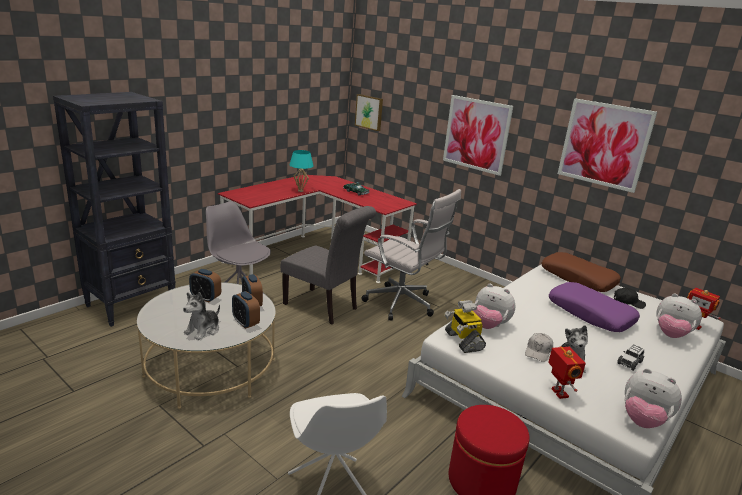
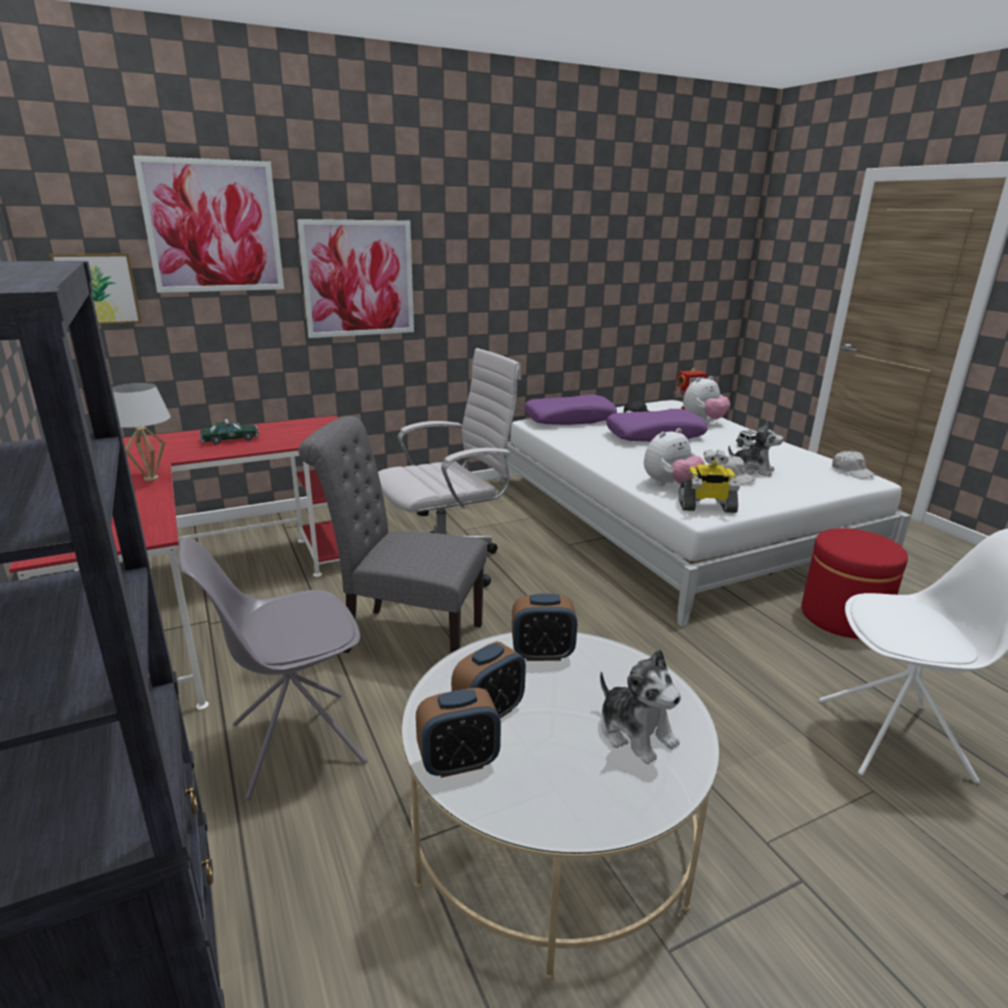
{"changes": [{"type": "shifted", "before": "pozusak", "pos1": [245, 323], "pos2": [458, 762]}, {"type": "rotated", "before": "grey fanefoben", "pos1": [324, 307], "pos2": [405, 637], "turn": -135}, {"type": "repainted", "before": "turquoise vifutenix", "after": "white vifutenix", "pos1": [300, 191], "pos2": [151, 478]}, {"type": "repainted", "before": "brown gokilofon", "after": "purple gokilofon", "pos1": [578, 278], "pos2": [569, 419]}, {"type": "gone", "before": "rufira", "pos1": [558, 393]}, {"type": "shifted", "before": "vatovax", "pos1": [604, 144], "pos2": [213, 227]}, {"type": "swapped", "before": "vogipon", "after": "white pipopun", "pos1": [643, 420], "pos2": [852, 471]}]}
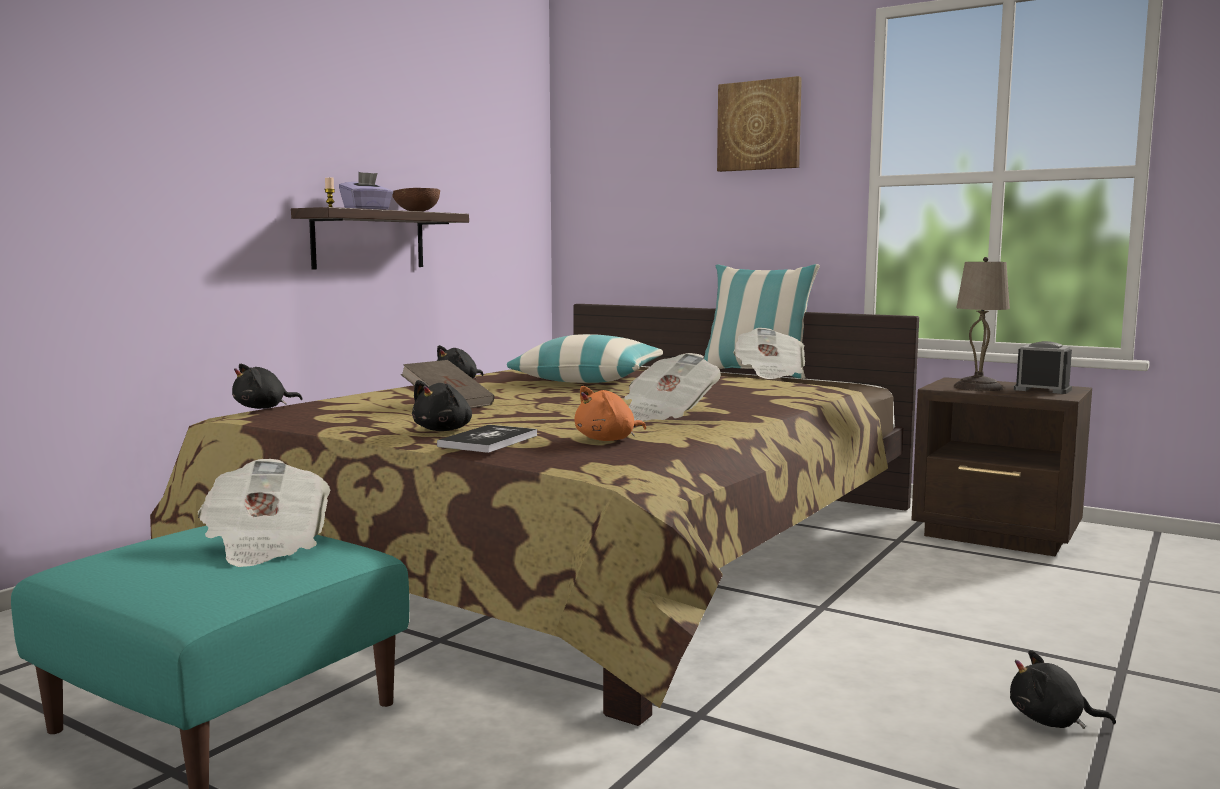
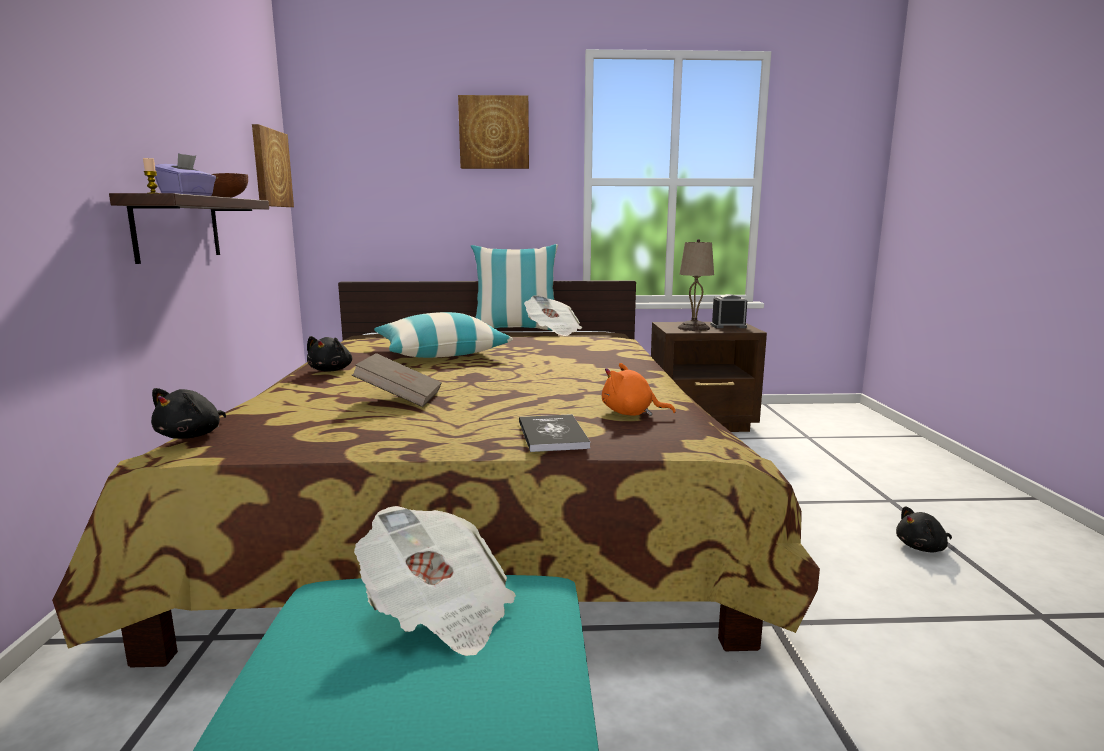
{"changes": [{"type": "gone", "before": "black vogipon", "pos1": [445, 430]}, {"type": "rotated", "before": "orange vogipon", "pos1": [608, 440], "pos2": [631, 413], "turn": 90}, {"type": "gone", "before": "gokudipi", "pos1": [666, 415]}, {"type": "new", "after": "vatovax", "pos2": [270, 168]}]}
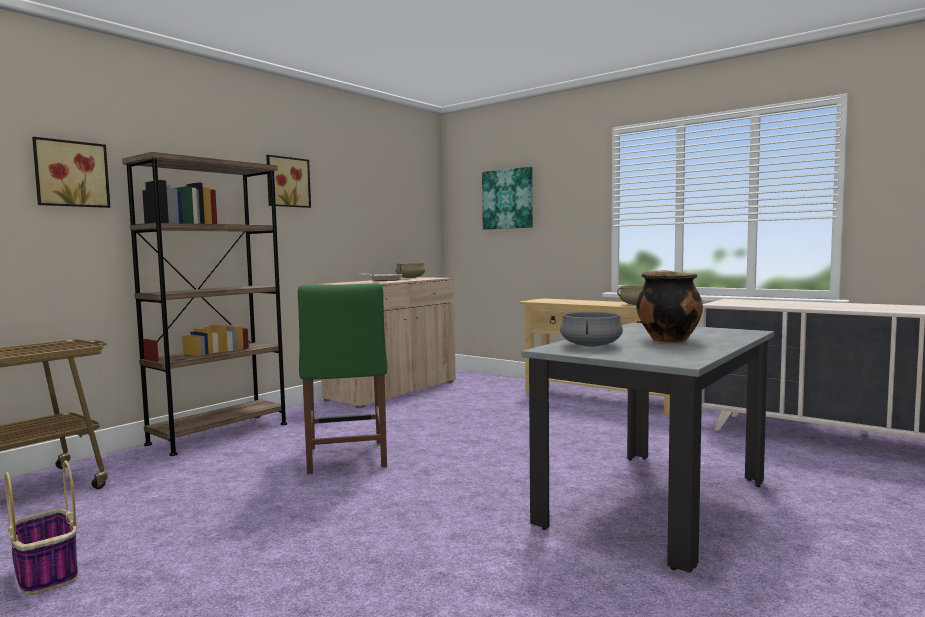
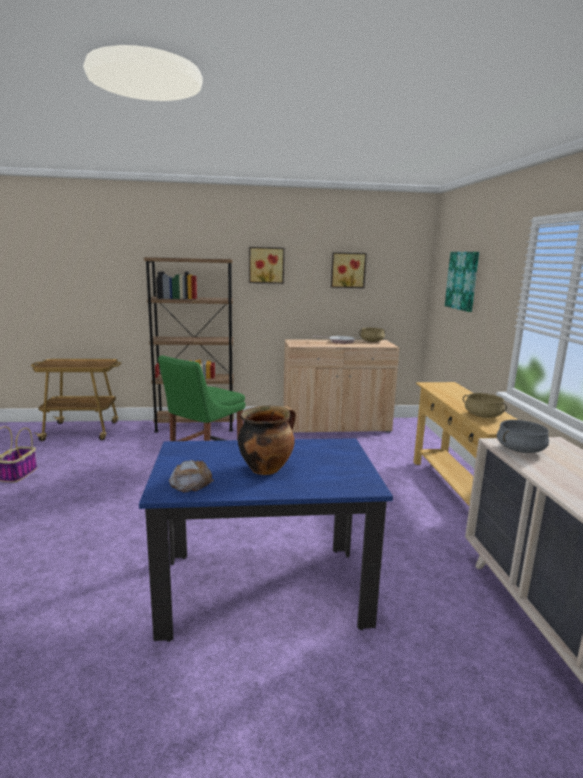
{"changes": [{"type": "shifted", "before": "vatovax", "pos1": [71, 174], "pos2": [348, 270]}, {"type": "repainted", "before": "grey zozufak", "after": "blue zozufak", "pos1": [655, 502], "pos2": [263, 590]}, {"type": "shifted", "before": "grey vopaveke", "pos1": [590, 345], "pos2": [520, 449]}, {"type": "new", "after": "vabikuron", "pos2": [191, 482]}]}
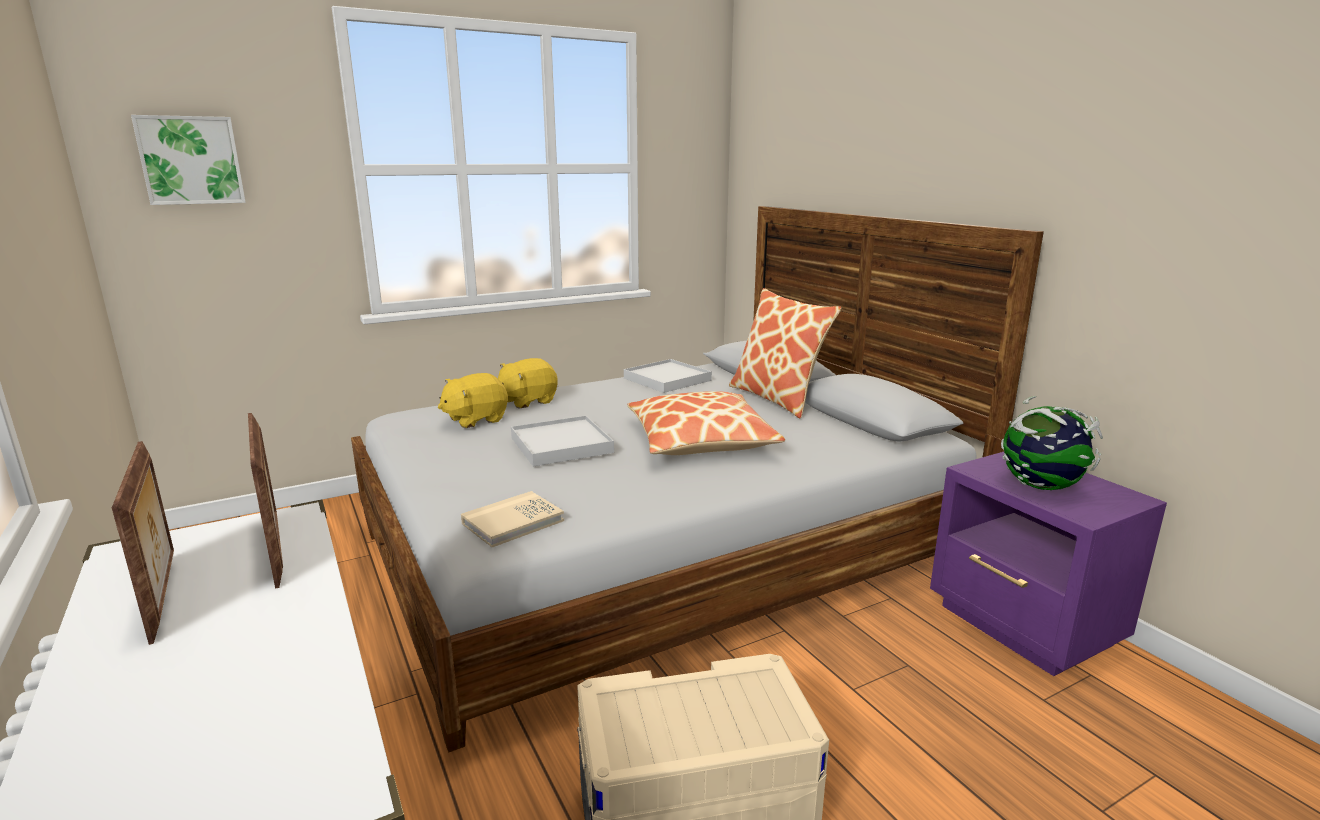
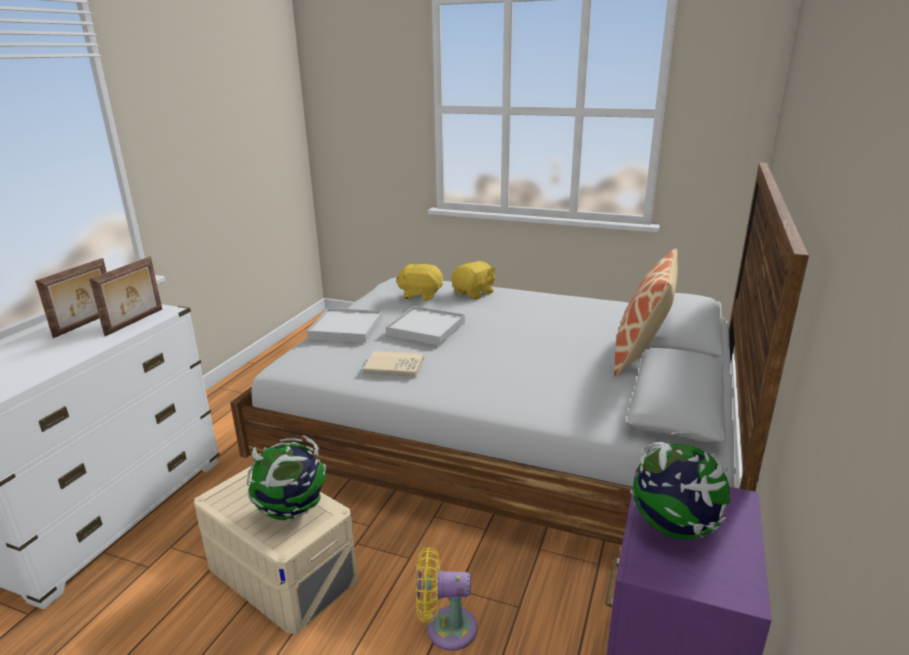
{"changes": [{"type": "gone", "before": "vatovax", "pos1": [191, 160]}, {"type": "shifted", "before": "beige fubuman", "pos1": [513, 522], "pos2": [394, 367]}, {"type": "rotated", "before": "yellow vogipon", "pos1": [527, 401], "pos2": [474, 293], "turn": 120}, {"type": "shifted", "before": "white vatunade", "pos1": [667, 379], "pos2": [346, 328]}, {"type": "gone", "before": "gokilofon", "pos1": [700, 440]}, {"type": "new", "after": "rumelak", "pos2": [292, 510]}, {"type": "new", "after": "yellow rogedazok", "pos2": [445, 628]}]}
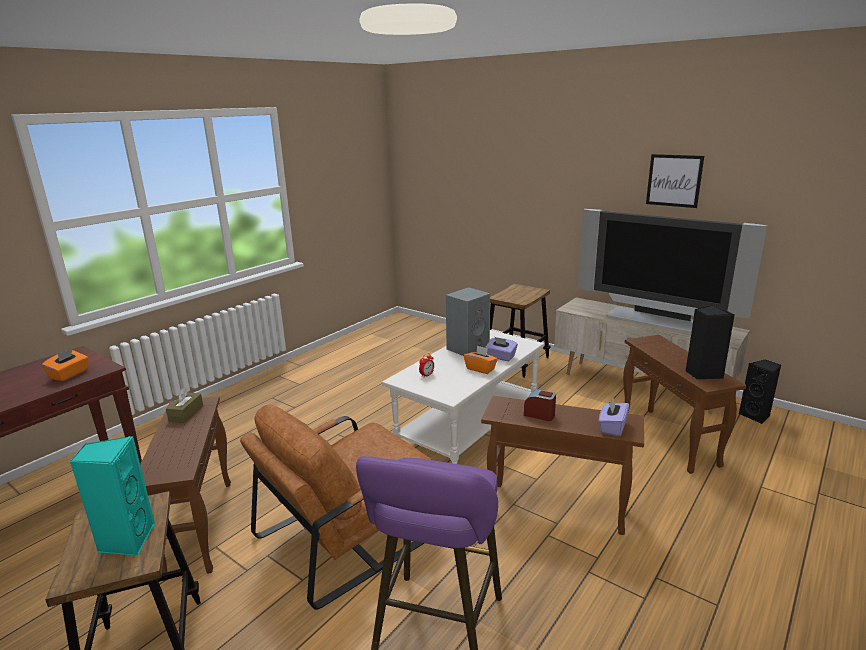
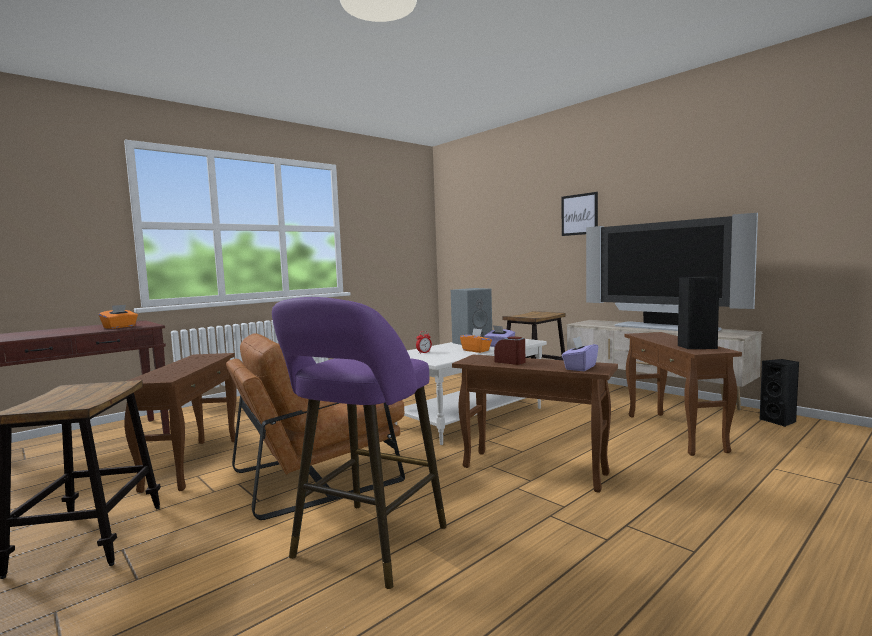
{"changes": [{"type": "gone", "before": "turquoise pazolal", "pos1": [126, 540]}, {"type": "gone", "before": "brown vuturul", "pos1": [186, 413]}, {"type": "shifted", "before": "vatovax", "pos1": [674, 180], "pos2": [579, 214]}]}
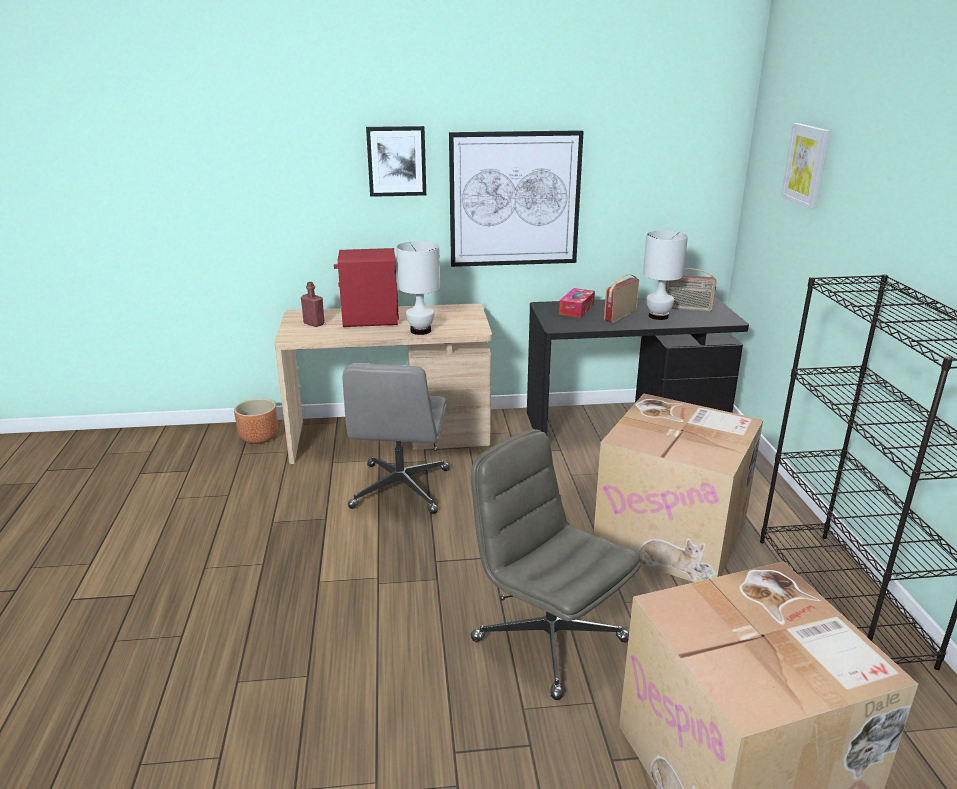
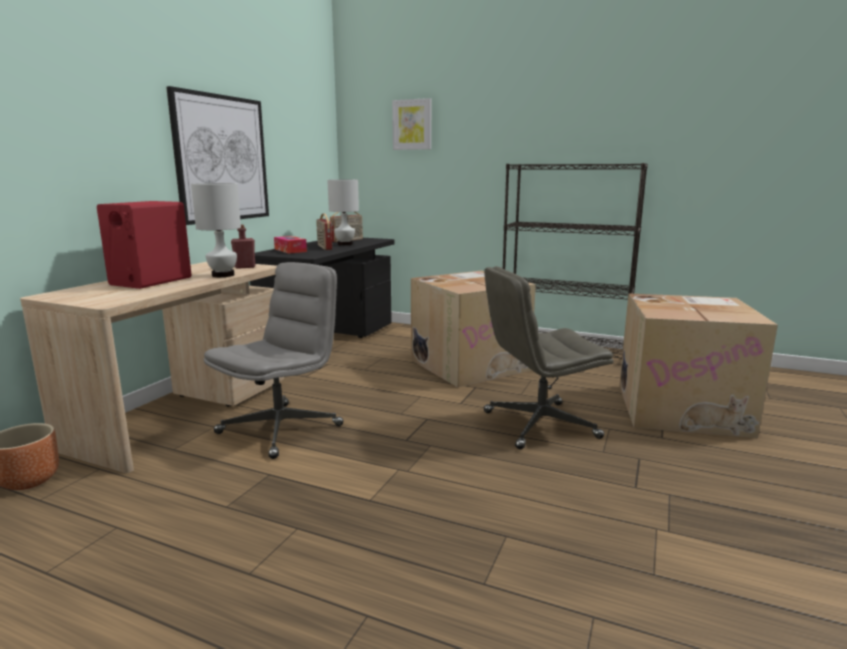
{"changes": [{"type": "shifted", "before": "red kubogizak", "pos1": [314, 324], "pos2": [245, 267]}, {"type": "rotated", "before": "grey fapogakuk", "pos1": [400, 489], "pos2": [281, 428], "turn": -90}, {"type": "gone", "before": "vatovax", "pos1": [396, 161]}]}
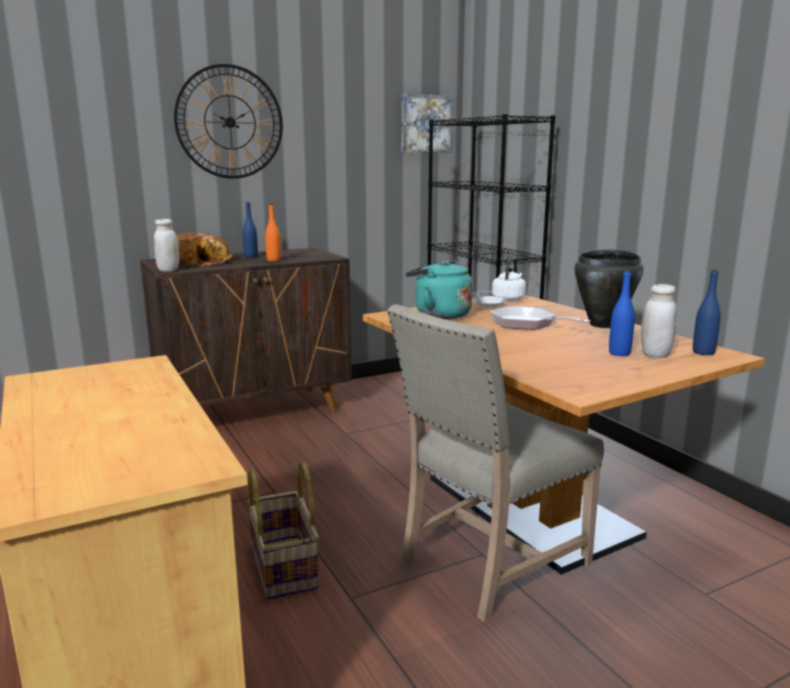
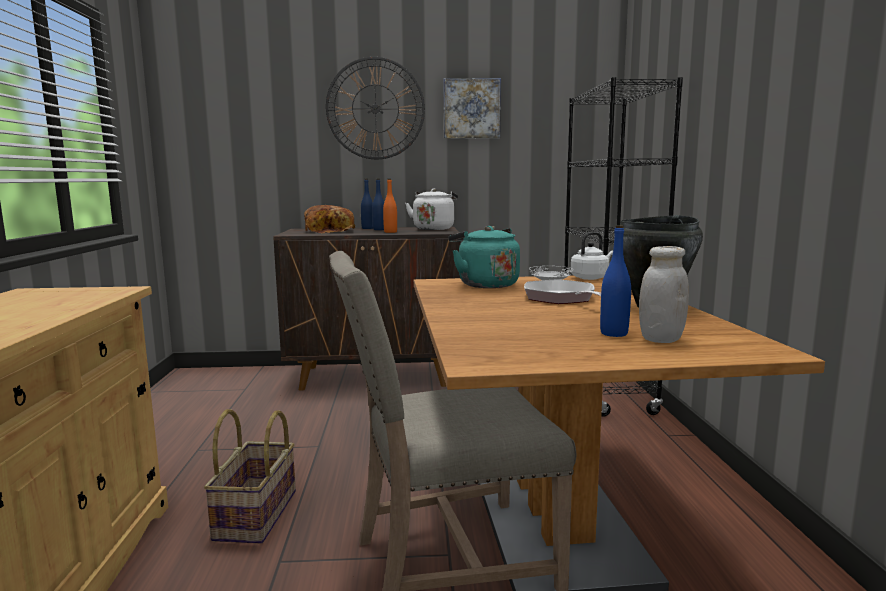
{"changes": [{"type": "gone", "before": "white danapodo", "pos1": [168, 270]}, {"type": "shifted", "before": "vatovax", "pos1": [425, 124], "pos2": [471, 108]}, {"type": "shifted", "before": "blue kubogizak", "pos1": [703, 352], "pos2": [367, 228]}, {"type": "new", "after": "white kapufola", "pos2": [434, 228]}]}
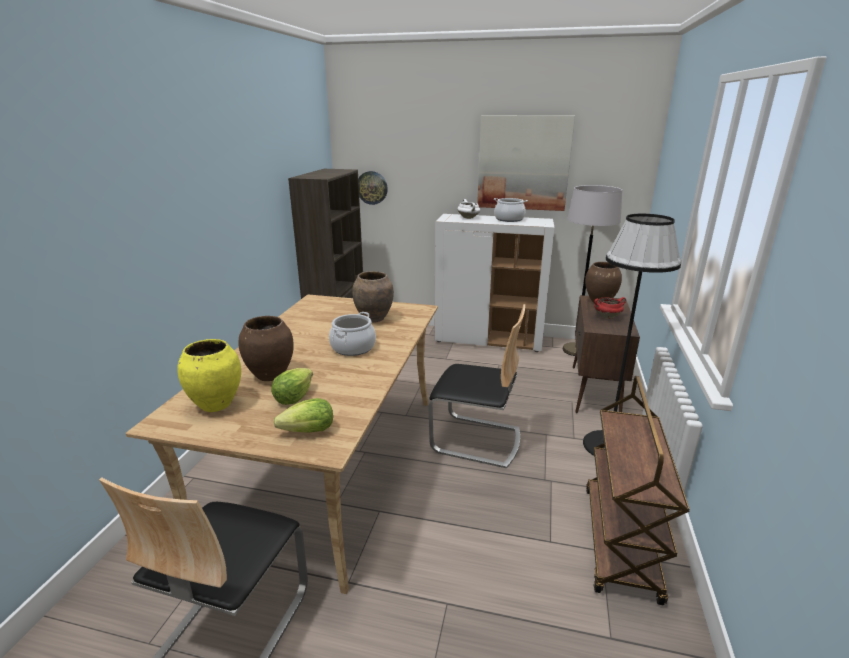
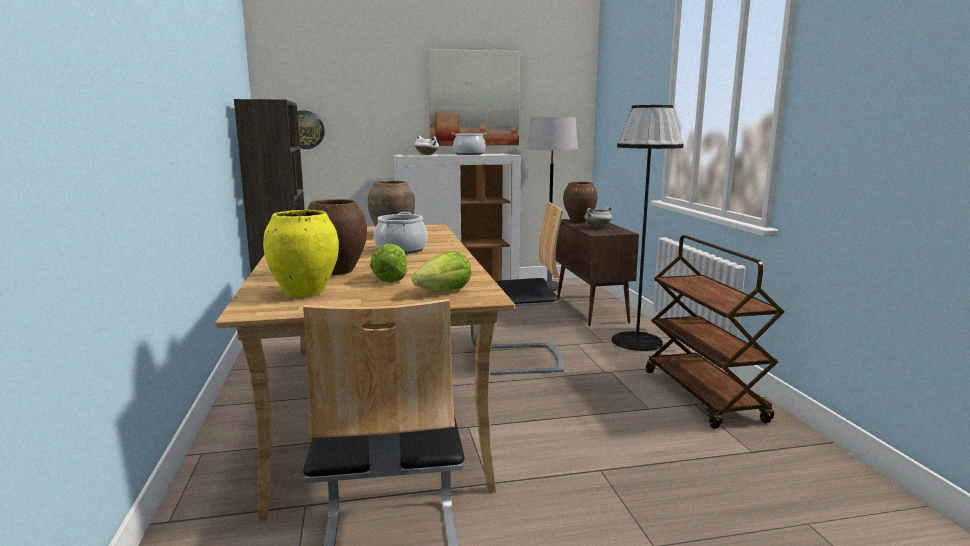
{"changes": [{"type": "repainted", "before": "red vopaveke", "after": "white vopaveke", "pos1": [607, 317], "pos2": [597, 227]}]}
